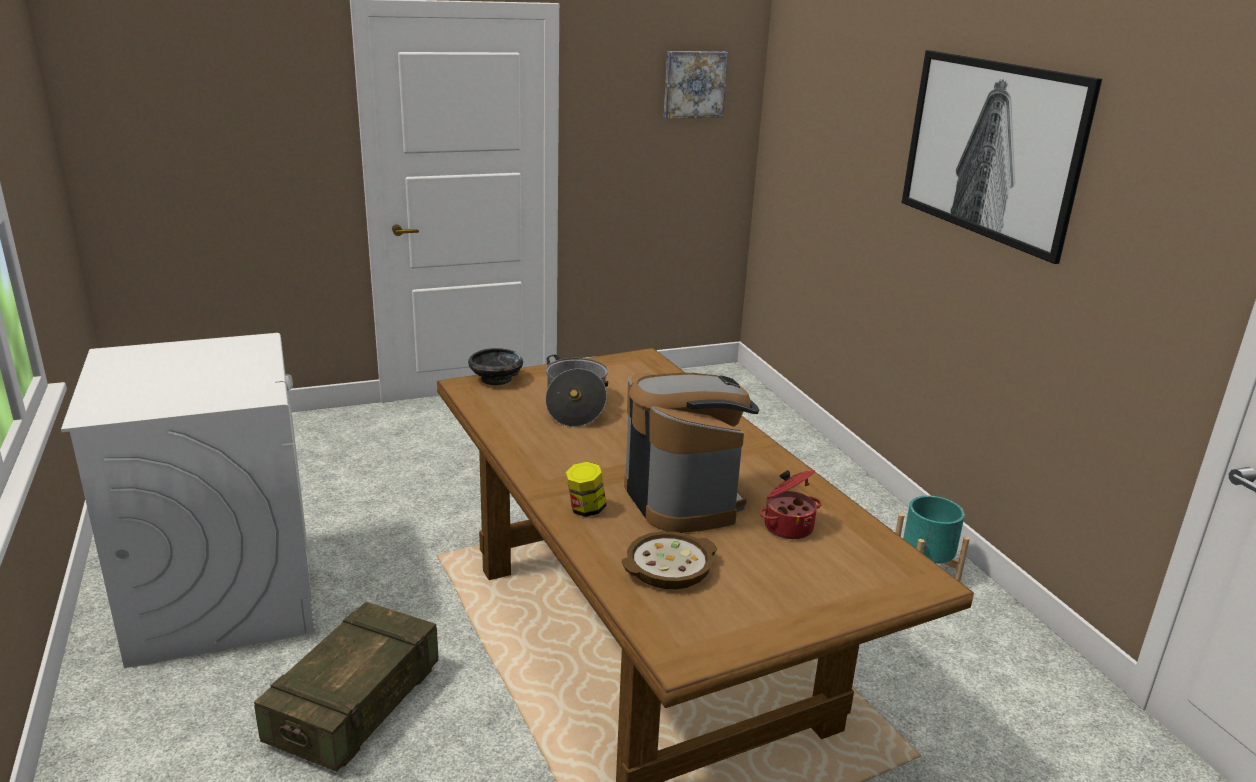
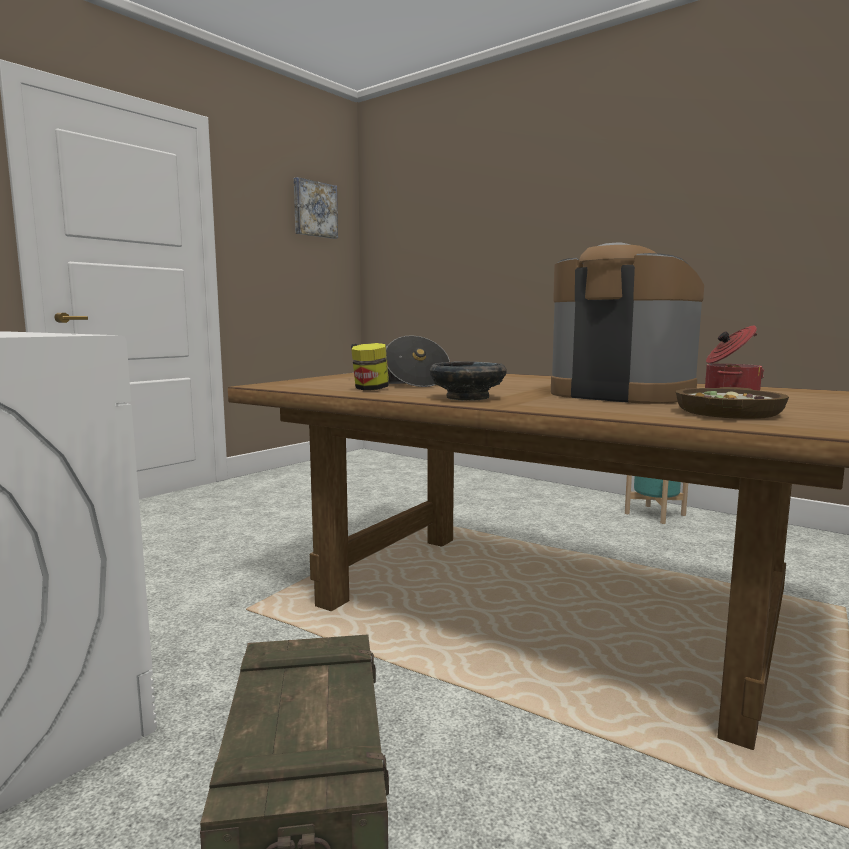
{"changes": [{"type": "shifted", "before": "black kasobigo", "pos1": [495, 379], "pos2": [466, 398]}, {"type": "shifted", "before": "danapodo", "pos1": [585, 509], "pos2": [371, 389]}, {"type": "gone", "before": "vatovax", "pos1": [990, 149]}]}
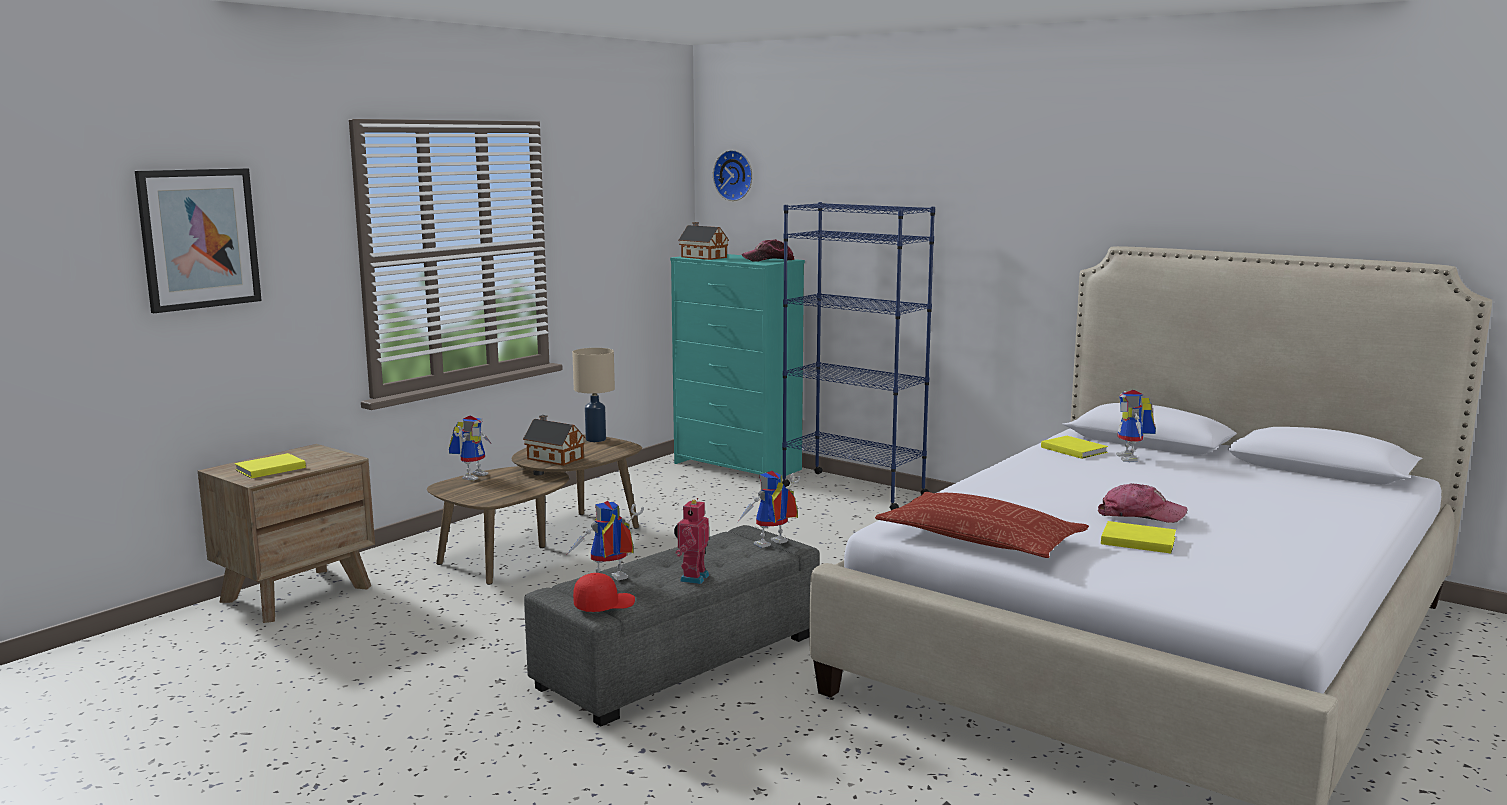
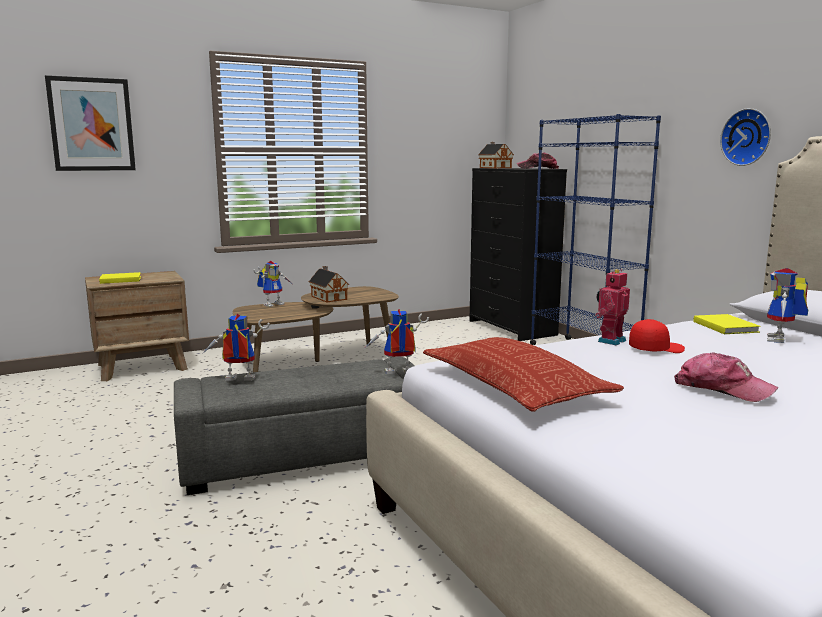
{"changes": [{"type": "gone", "before": "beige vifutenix", "pos1": [595, 439]}, {"type": "shifted", "before": "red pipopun", "pos1": [604, 605], "pos2": [655, 349]}, {"type": "repainted", "before": "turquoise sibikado", "after": "black sibikado", "pos1": [738, 467], "pos2": [512, 328]}, {"type": "shifted", "before": "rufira", "pos1": [692, 578], "pos2": [610, 341]}, {"type": "shifted", "before": "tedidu", "pos1": [735, 175], "pos2": [747, 137]}, {"type": "gone", "before": "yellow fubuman", "pos1": [1136, 540]}]}
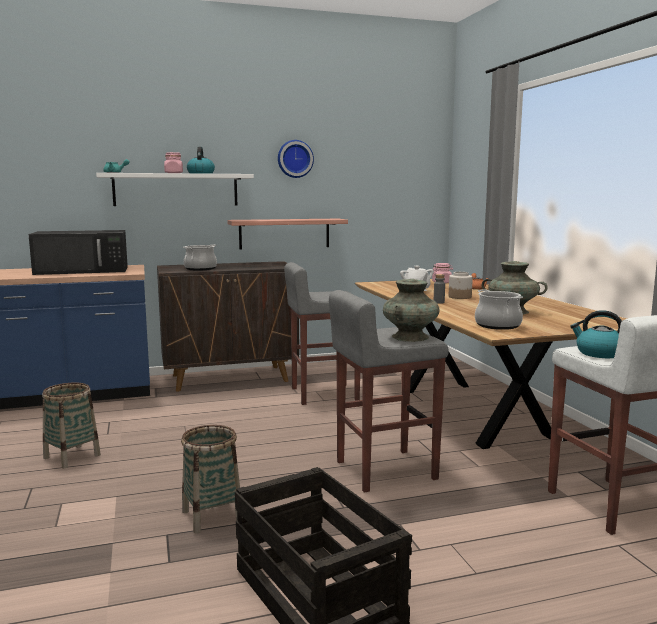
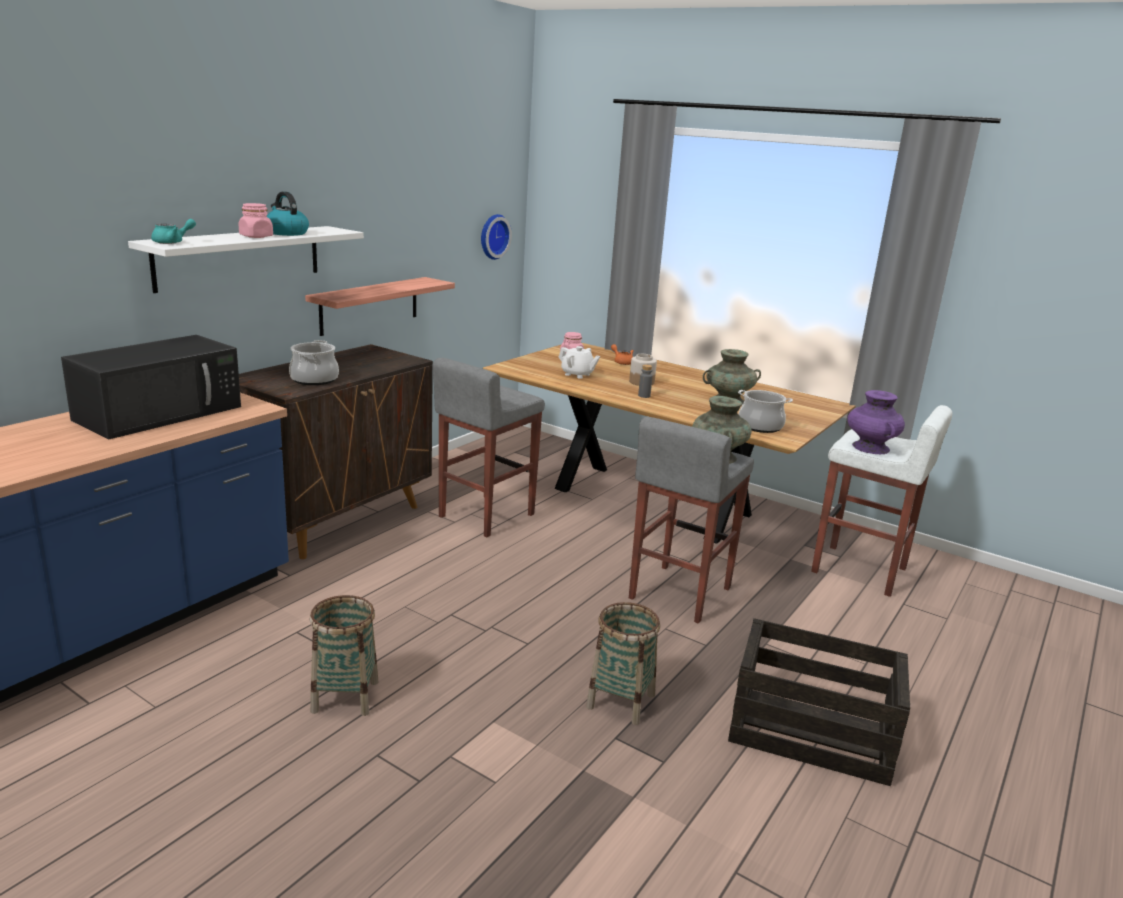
{"changes": [{"type": "shifted", "before": "tedidu", "pos1": [295, 159], "pos2": [492, 236]}, {"type": "swapped", "before": "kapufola", "after": "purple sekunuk", "pos1": [599, 353], "pos2": [871, 448]}]}
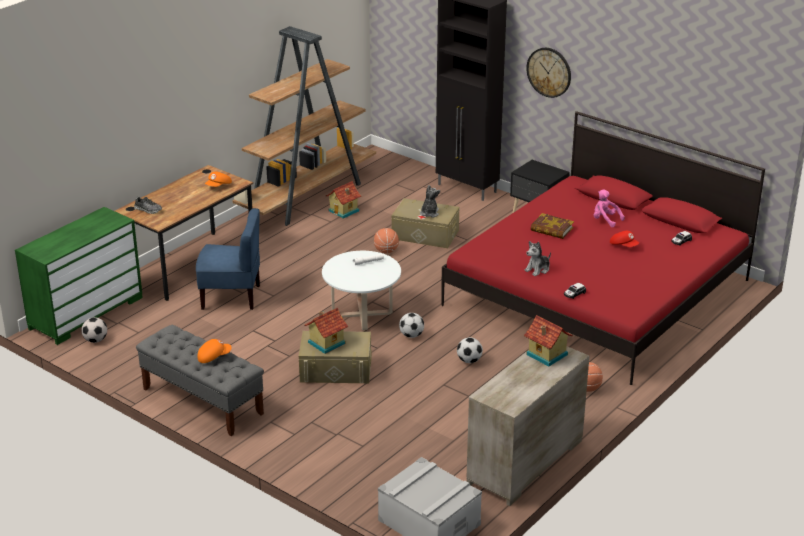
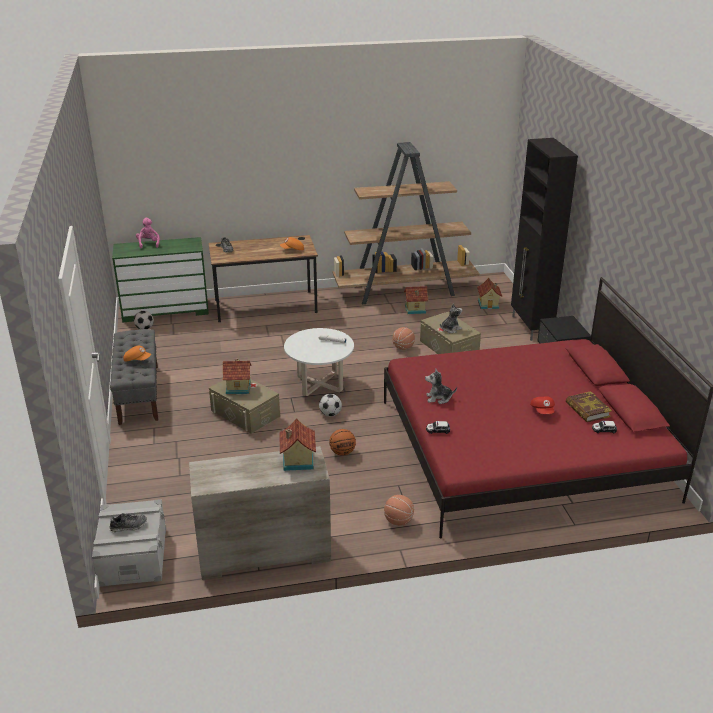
{"changes": [{"type": "gone", "before": "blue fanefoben", "pos1": [231, 297]}, {"type": "swapped", "before": "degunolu", "after": "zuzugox", "pos1": [469, 360], "pos2": [342, 452]}, {"type": "gone", "before": "tedidu", "pos1": [549, 72]}, {"type": "shifted", "before": "fubuman", "pos1": [551, 229], "pos2": [587, 410]}, {"type": "shifted", "before": "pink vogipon", "pos1": [605, 220], "pos2": [148, 244]}, {"type": "new", "after": "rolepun", "pos2": [128, 526]}, {"type": "new", "after": "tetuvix", "pos2": [489, 304]}]}
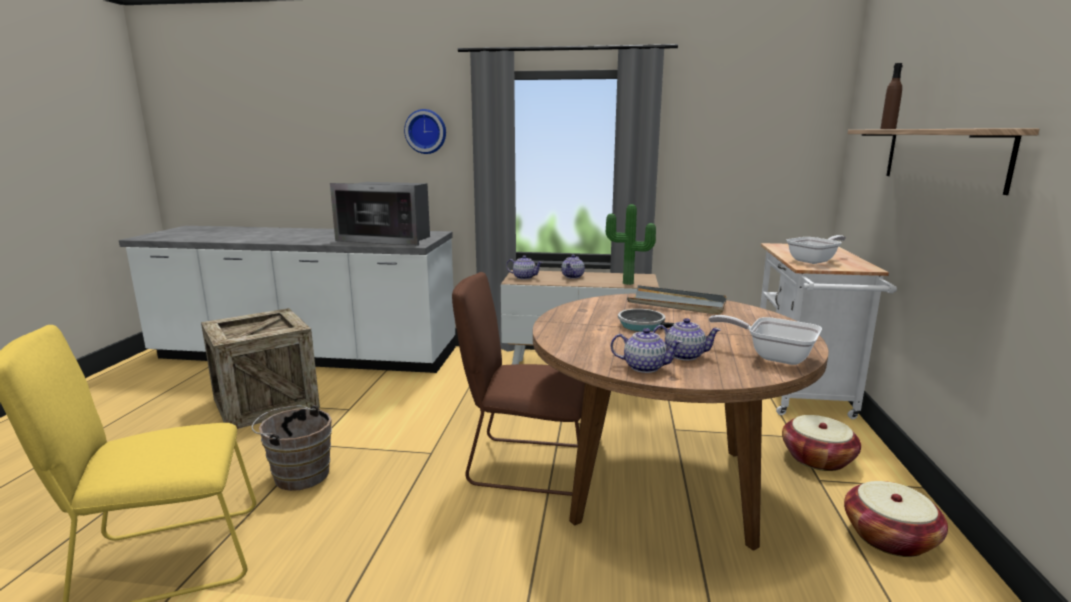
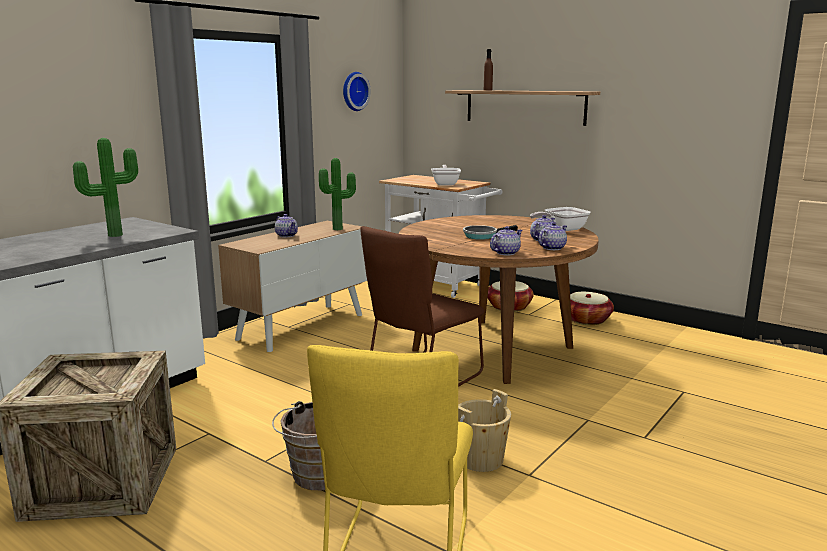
{"changes": [{"type": "swapped", "before": "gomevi", "after": "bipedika", "pos1": [388, 239], "pos2": [114, 235]}, {"type": "shifted", "before": "tedidu", "pos1": [426, 131], "pos2": [354, 91]}, {"type": "shifted", "before": "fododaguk", "pos1": [524, 277], "pos2": [505, 253]}, {"type": "gone", "before": "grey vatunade", "pos1": [677, 304]}, {"type": "new", "after": "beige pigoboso", "pos2": [480, 459]}]}
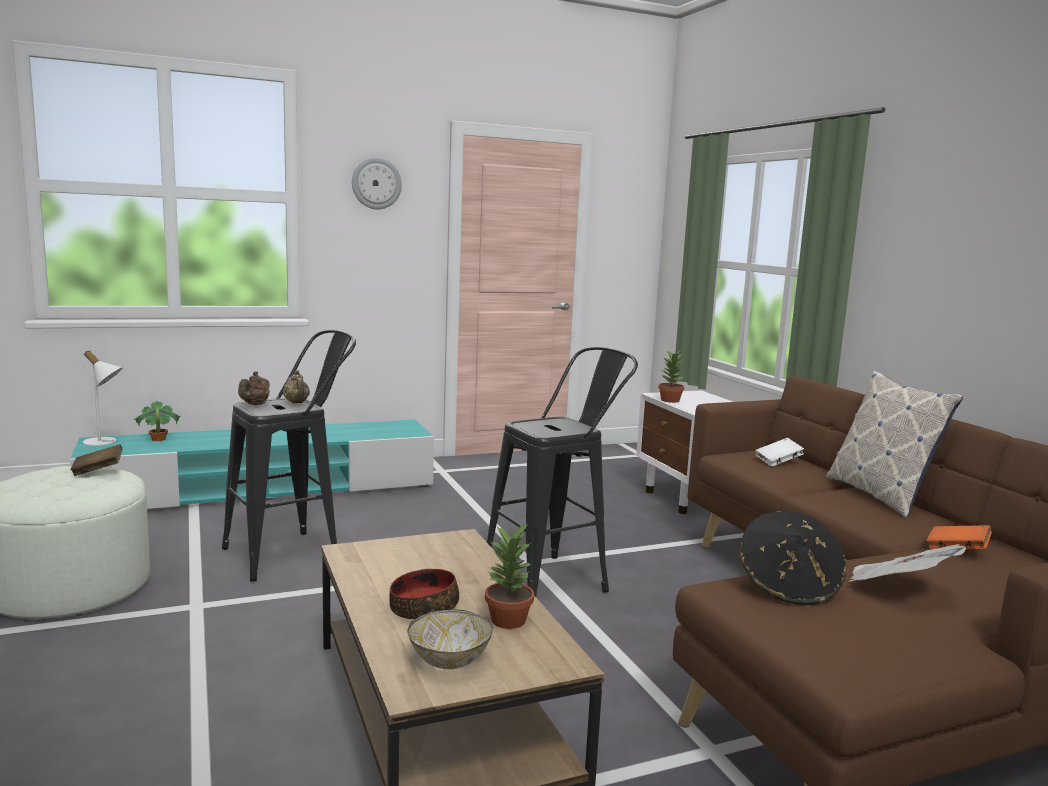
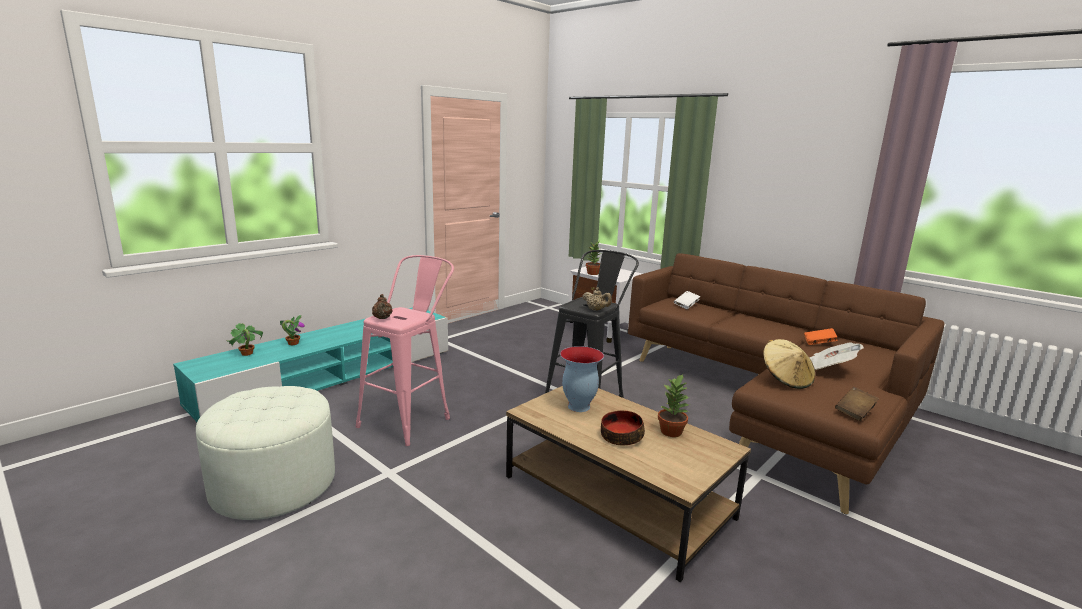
{"changes": [{"type": "shifted", "before": "brown fubuman", "pos1": [98, 471], "pos2": [855, 412]}, {"type": "gone", "before": "white vifutenix", "pos1": [104, 442]}, {"type": "repainted", "before": "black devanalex", "after": "pink devanalex", "pos1": [294, 553], "pos2": [411, 419]}, {"type": "shifted", "before": "beige fododaguk", "pos1": [297, 403], "pos2": [596, 310]}, {"type": "gone", "before": "tedidu", "pos1": [376, 183]}, {"type": "gone", "before": "kasobigo", "pos1": [448, 660]}, {"type": "repainted", "before": "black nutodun", "after": "beige nutodun", "pos1": [789, 586], "pos2": [786, 379]}, {"type": "gone", "before": "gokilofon", "pos1": [880, 495]}, {"type": "new", "after": "bipedika", "pos2": [293, 343]}, {"type": "new", "after": "sekunuk", "pos2": [578, 407]}]}
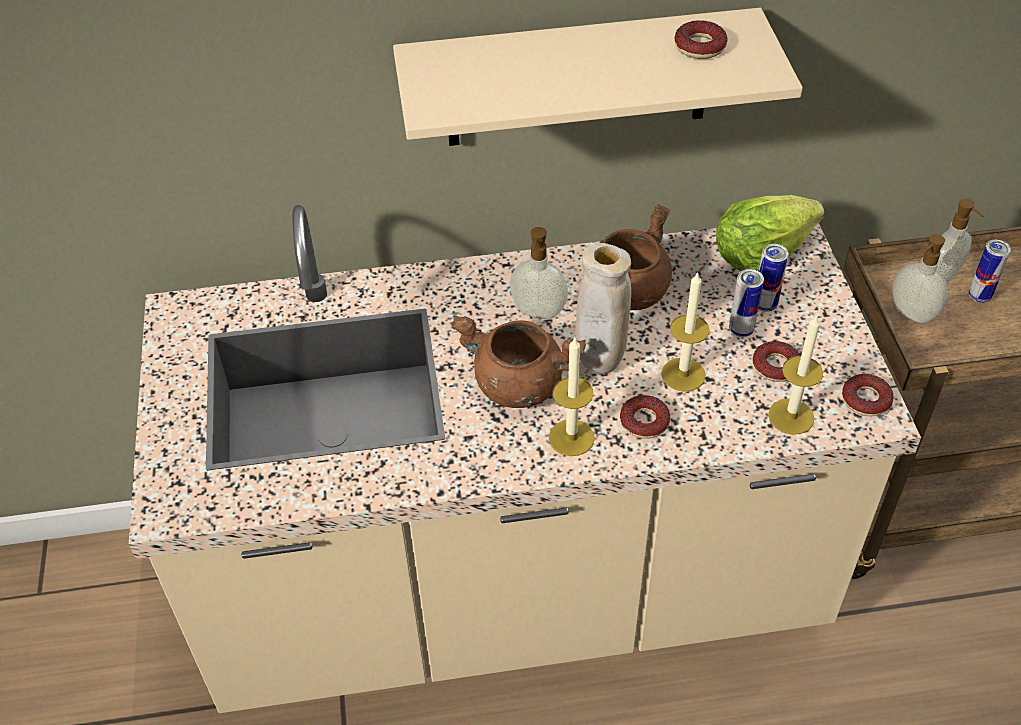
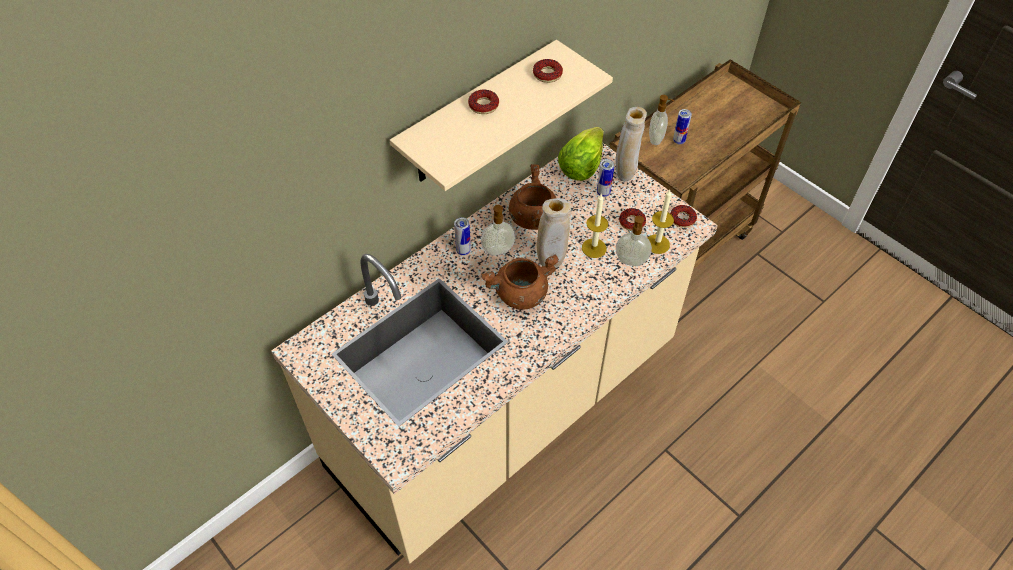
{"changes": [{"type": "gone", "before": "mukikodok", "pos1": [571, 437]}, {"type": "shifted", "before": "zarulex", "pos1": [644, 421], "pos2": [483, 105]}, {"type": "shifted", "before": "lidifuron", "pos1": [741, 330], "pos2": [463, 251]}, {"type": "shifted", "before": "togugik", "pos1": [911, 314], "pos2": [631, 262]}, {"type": "new", "after": "beige sekunuk", "pos2": [624, 175]}]}
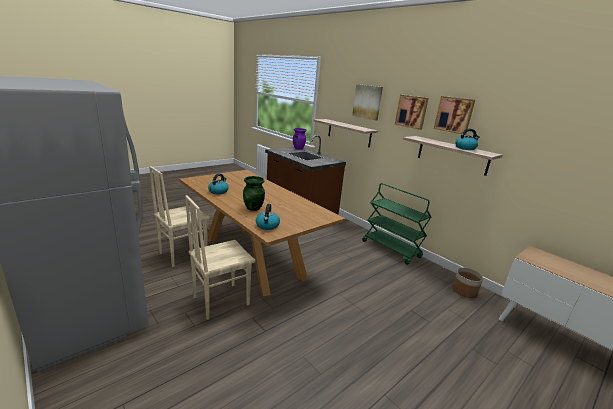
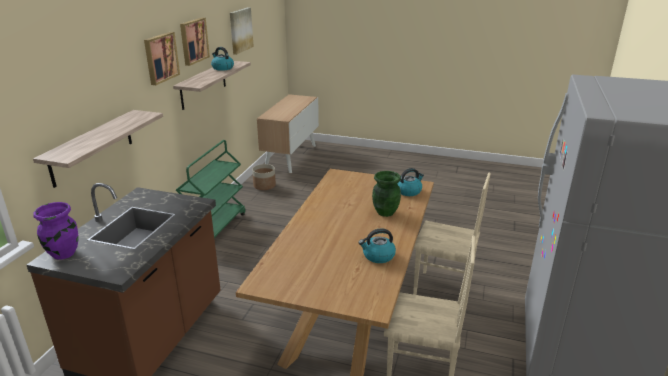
{"changes": [{"type": "shifted", "before": "vatovax", "pos1": [367, 102], "pos2": [240, 30]}]}
